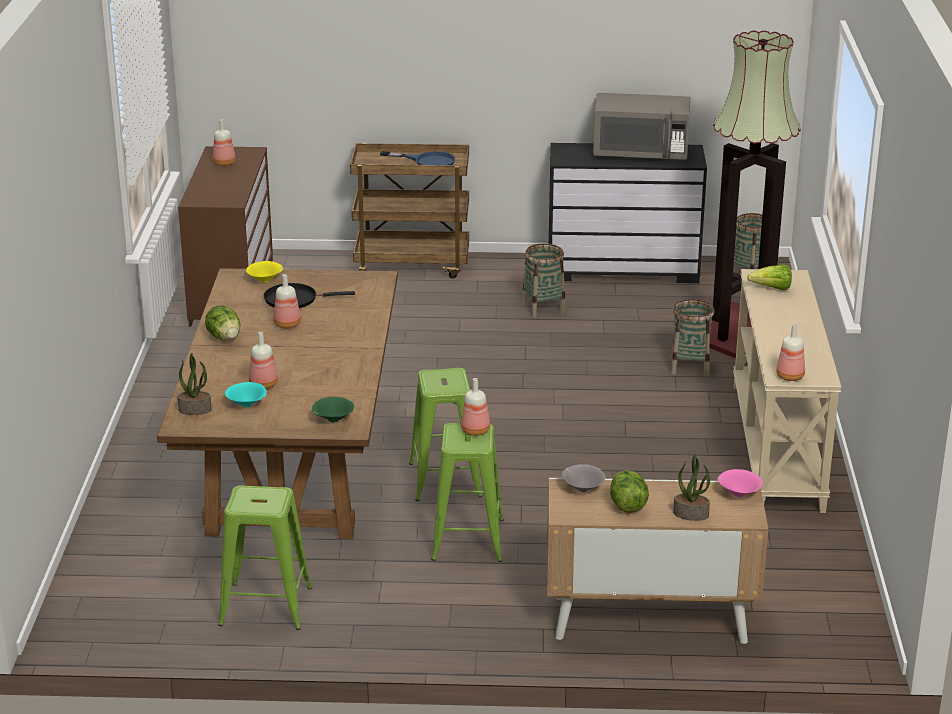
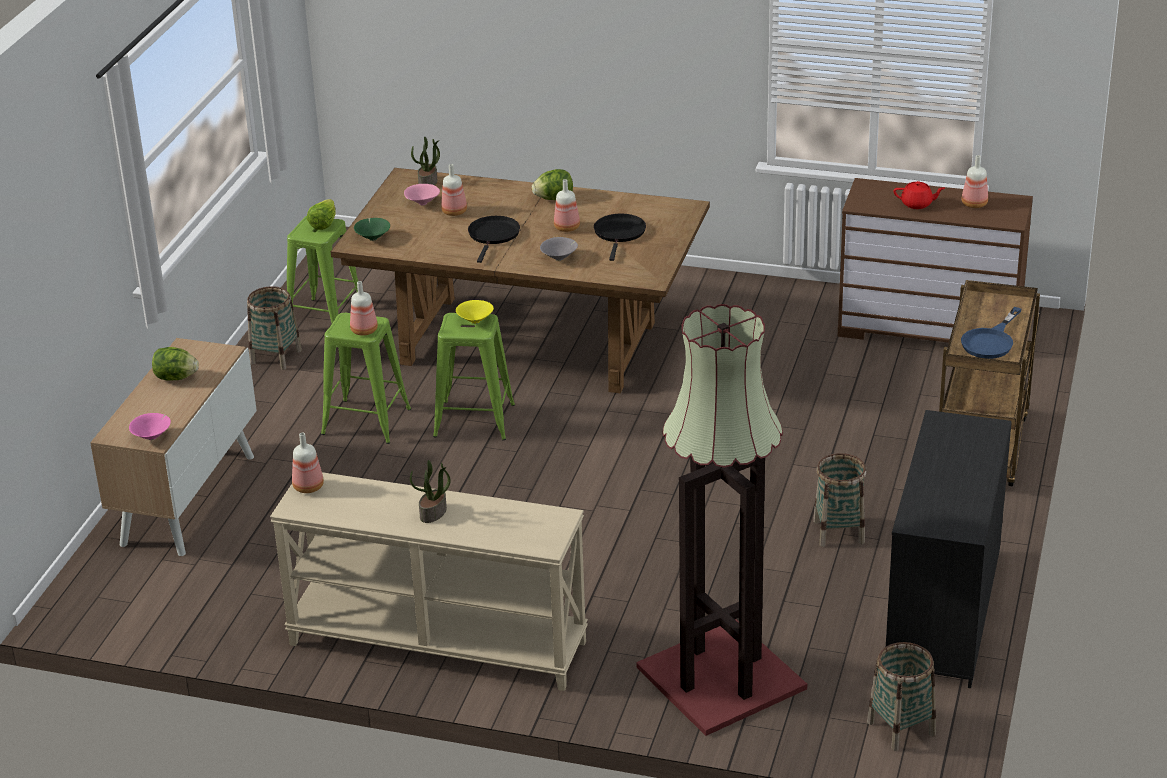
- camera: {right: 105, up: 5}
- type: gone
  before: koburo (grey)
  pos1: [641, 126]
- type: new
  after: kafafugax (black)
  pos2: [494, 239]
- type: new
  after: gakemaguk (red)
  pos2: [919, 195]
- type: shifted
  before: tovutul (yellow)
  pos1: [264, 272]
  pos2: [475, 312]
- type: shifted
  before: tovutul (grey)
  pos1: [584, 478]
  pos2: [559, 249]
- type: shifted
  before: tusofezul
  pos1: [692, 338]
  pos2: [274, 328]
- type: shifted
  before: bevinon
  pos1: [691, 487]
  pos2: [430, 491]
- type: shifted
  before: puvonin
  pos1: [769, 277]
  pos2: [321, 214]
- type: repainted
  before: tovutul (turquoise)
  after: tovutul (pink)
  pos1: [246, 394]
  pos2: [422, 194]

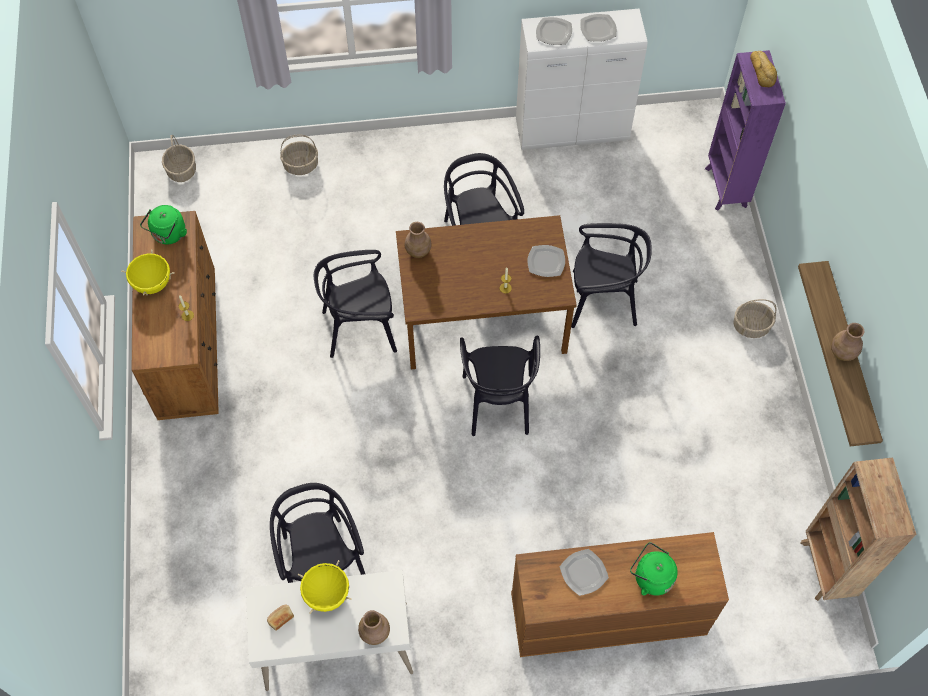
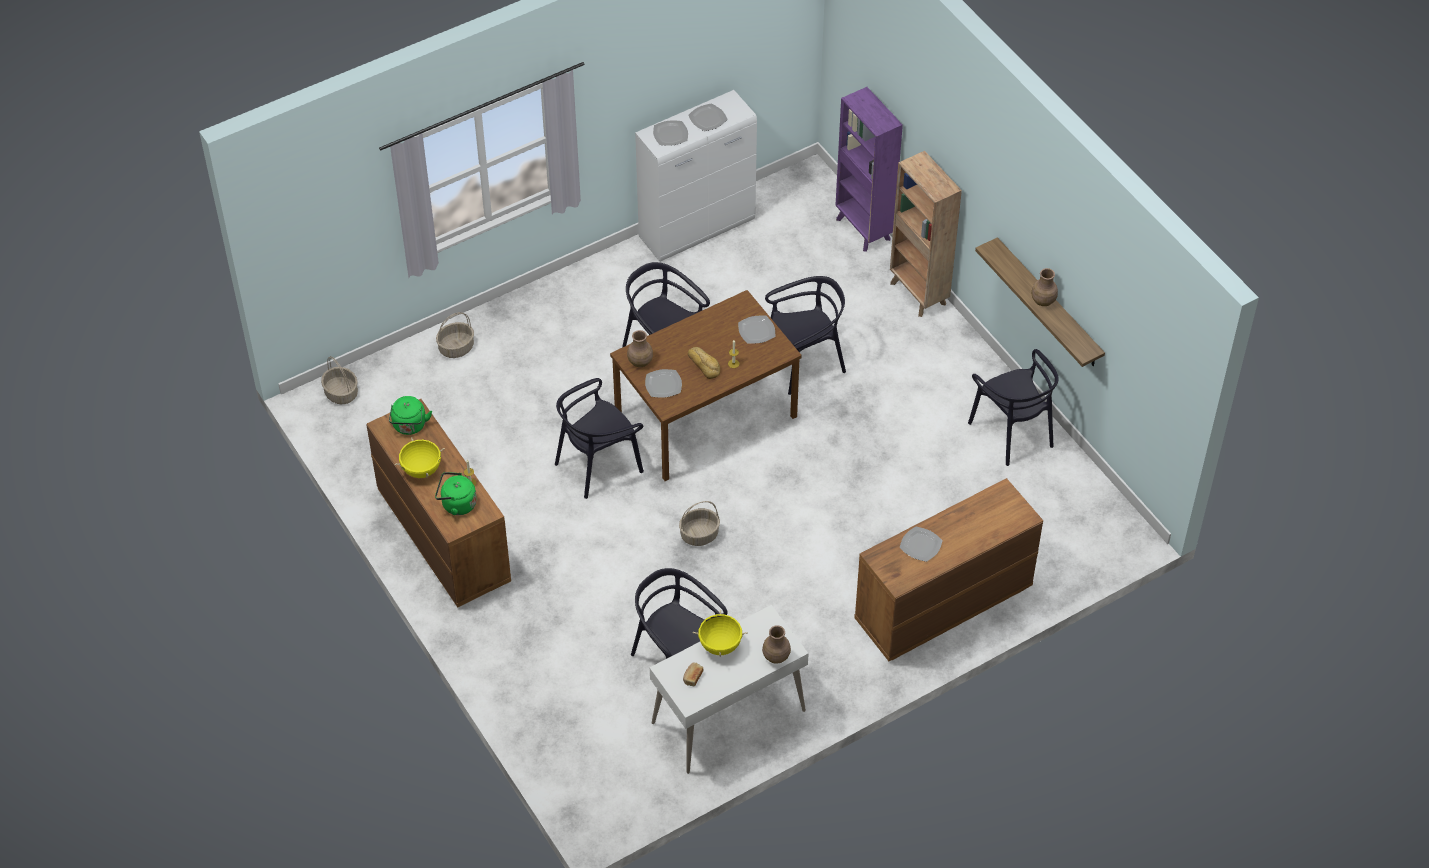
- camera: {right: -25, up: -10}
- type: new
  after: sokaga
  pos2: [663, 383]
- type: shifted
  before: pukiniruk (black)
  pos1: [500, 386]
  pos2: [1013, 407]
- type: shifted
  before: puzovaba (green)
  pos1: [654, 569]
  pos2: [456, 493]
- type: shifted
  before: tusofezul
  pos1: [754, 318]
  pos2: [699, 523]
- type: shifted
  before: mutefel
  pos1: [763, 69]
  pos2: [704, 363]
- type: shifted
  before: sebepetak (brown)
  pos1: [858, 529]
  pos2: [926, 234]

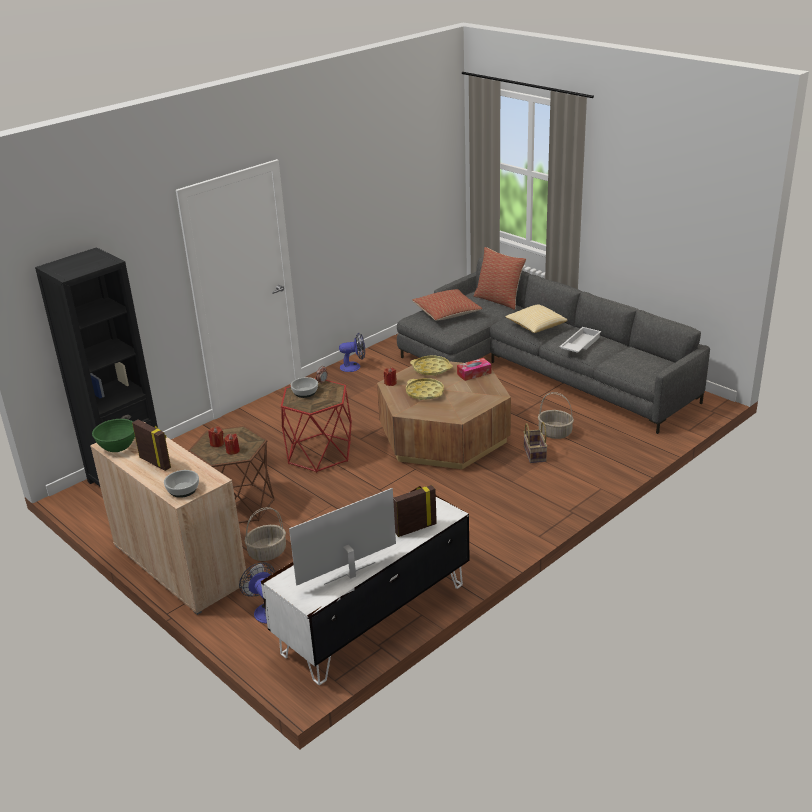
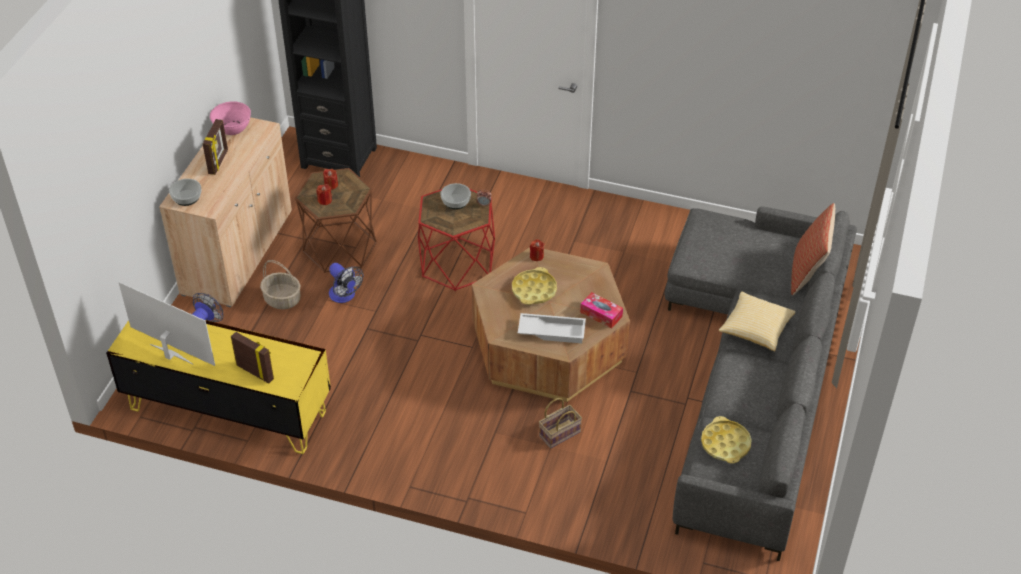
- camera: {right: 60, up: 15}
- type: gone
  before: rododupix
  pos1: [447, 305]
- type: gone
  before: tusofezul
  pos1: [556, 415]
- type: shifted
  before: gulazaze
  pos1: [352, 352]
  pos2: [346, 283]
- type: shifted
  before: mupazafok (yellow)
  pos1: [431, 365]
  pos2: [726, 439]
- type: shifted
  before: mupazafok (white)
  pos1: [580, 340]
  pos2: [552, 328]
- type: repainted
  before: tovutul (green)
  after: tovutul (pink)
  pos1: [113, 435]
  pos2: [230, 118]
- type: repainted
  before: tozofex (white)
  after: tozofex (yellow)
  pos1: [365, 585]
  pos2: [218, 387]

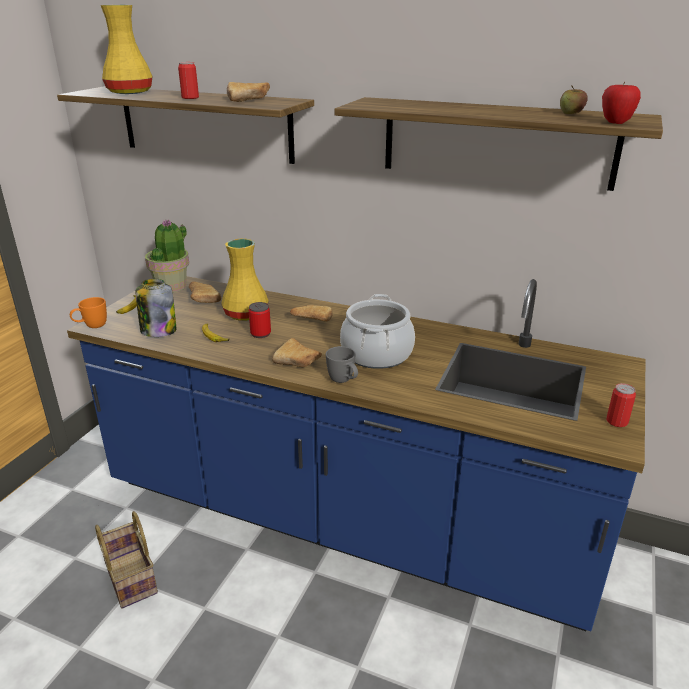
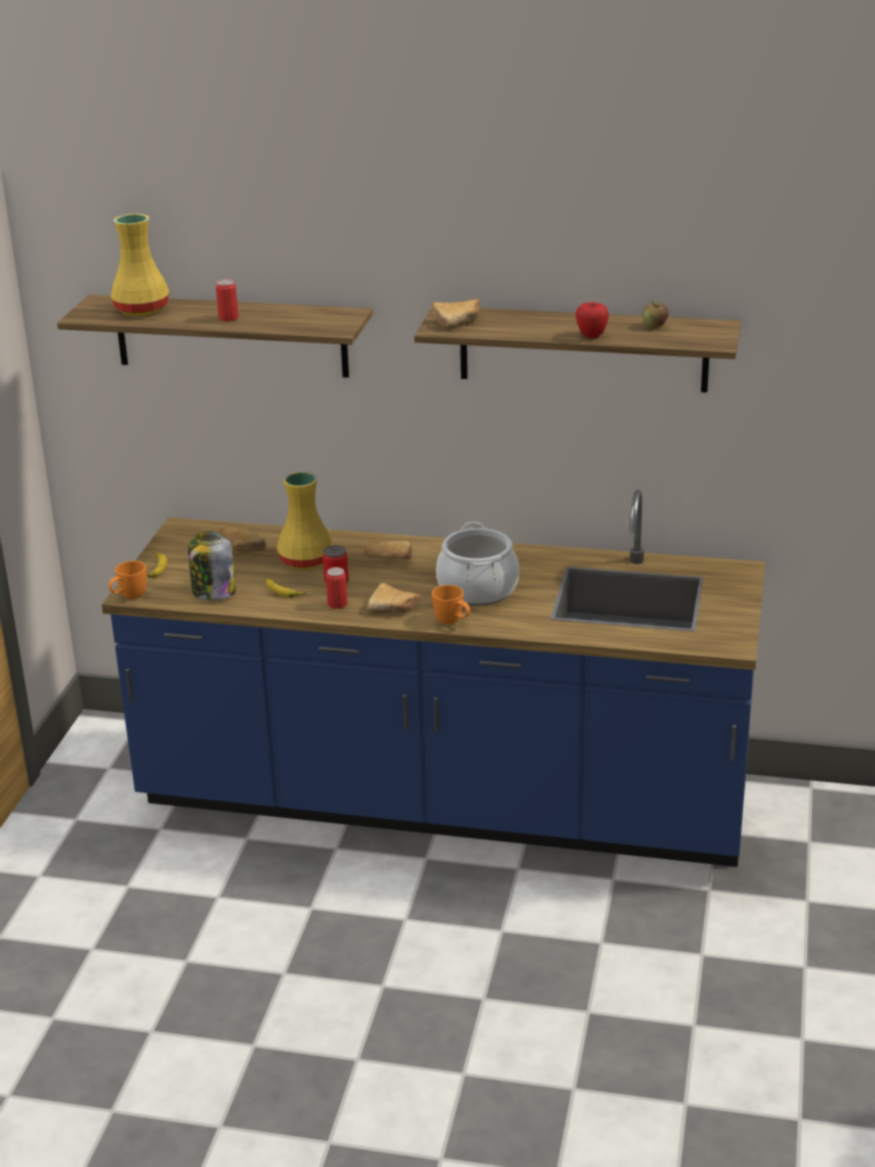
- camera: {right: -10, up: 0}
- type: gone
  before: tusofezul
  pos1: [126, 560]
- type: gone
  before: bevinon
  pos1: [167, 256]
- type: shifted
  before: mutefel
  pos1: [248, 92]
  pos2: [455, 314]
- type: shifted
  before: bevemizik
  pos1: [621, 103]
  pos2: [592, 320]
- type: shifted
  before: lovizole
  pos1: [621, 405]
  pos2: [337, 588]
- type: repainted
  before: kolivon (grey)
  after: kolivon (orange)
  pos1: [342, 364]
  pos2: [451, 604]

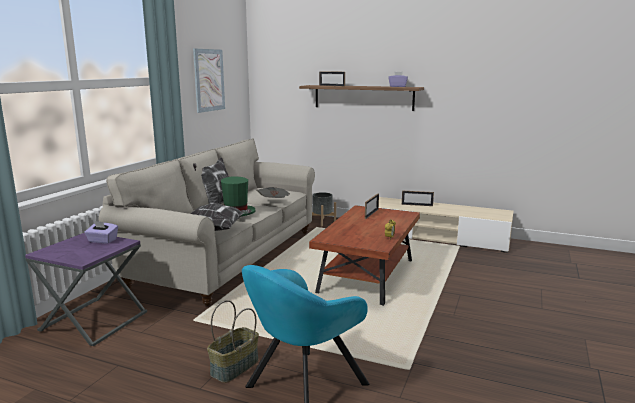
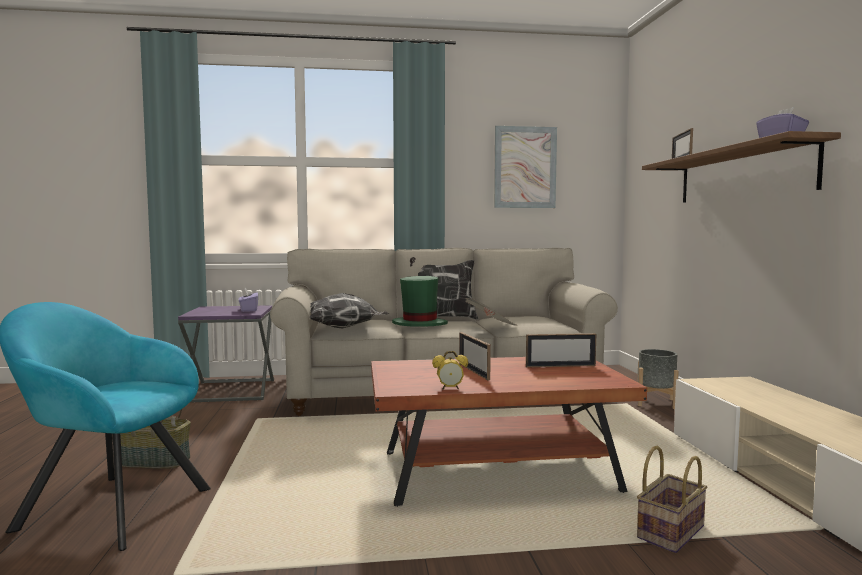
- camera: {right: 60, up: -10}
- type: new
  after: tusofezul
  pos2: [672, 499]
- type: shifted
  before: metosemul
  pos1: [418, 198]
  pos2: [475, 356]

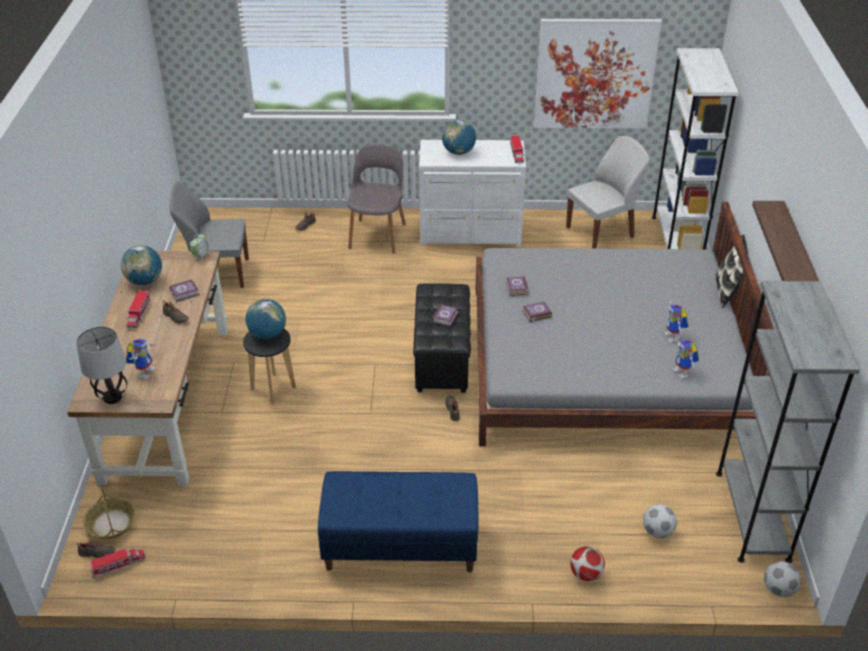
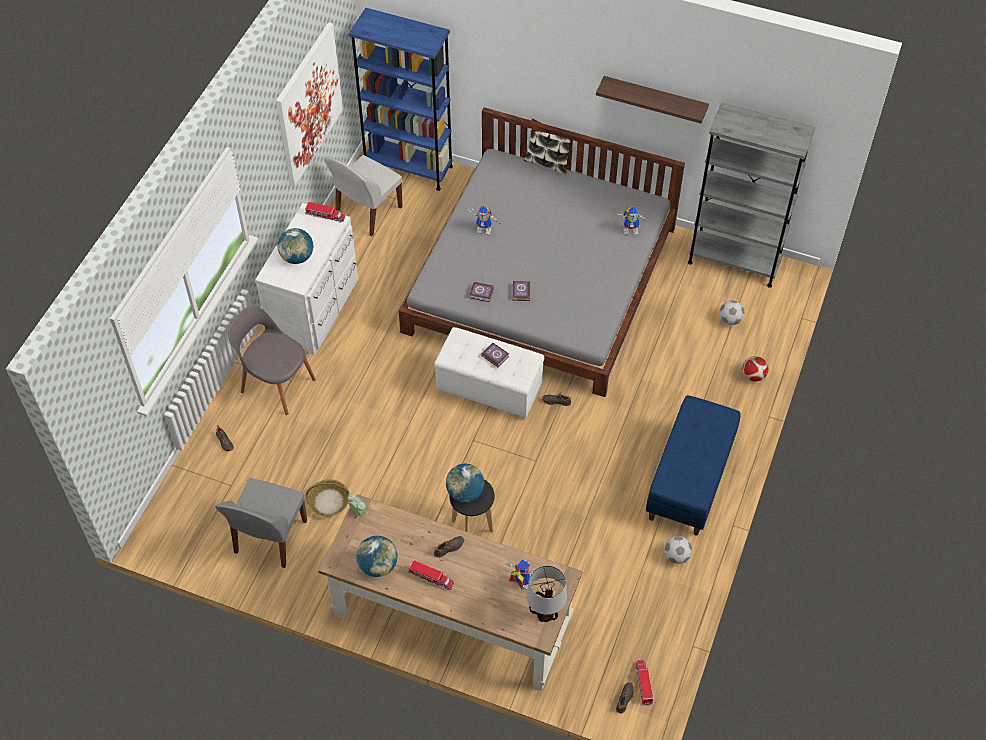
- camera: {right: -70, up: 15}
- type: gone
  before: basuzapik
  pos1: [184, 290]
- type: shifted
  before: tusofezul
  pos1: [109, 513]
  pos2: [328, 497]
- type: shifted
  before: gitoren
  pos1: [676, 321]
  pos2: [484, 220]
- type: shifted
  before: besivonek
  pos1: [782, 579]
  pos2: [678, 550]
- type: repainted
  before: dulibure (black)
  after: dulibure (white)
  pos1: [442, 338]
  pos2: [489, 373]
- type: repainted
  before: sebepetak (white)
  after: sebepetak (blue)
  pos1: [695, 149]
  pos2: [401, 99]
- type: rotated
  before: pukiniruk (white)
  pos1: [608, 192]
  pos2: [363, 195]
  turn: -135

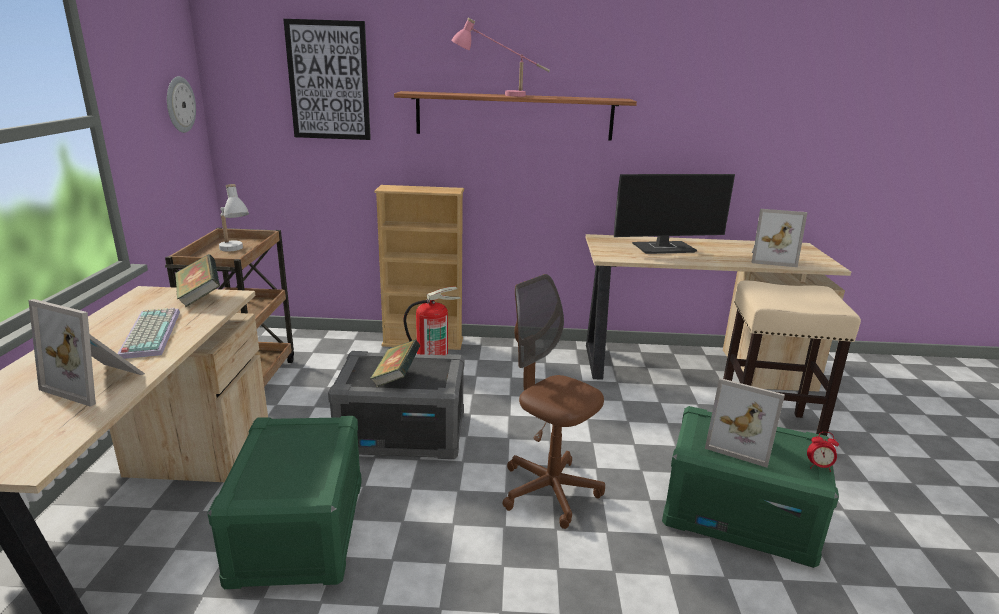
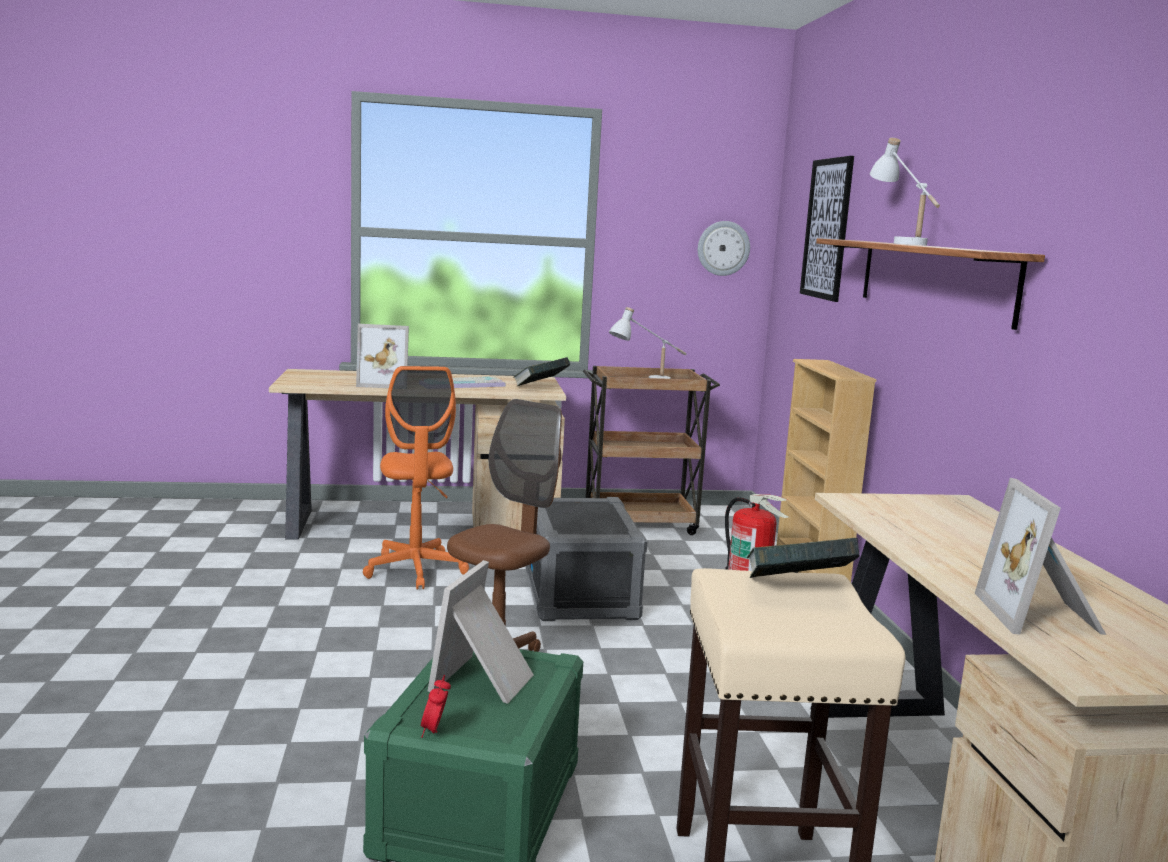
- camera: {right: 80, up: -10}
- type: gone
  before: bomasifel
  pos1: [674, 214]
- type: shifted
  before: basuzapik
  pos1: [395, 363]
  pos2: [803, 558]
- type: swapped
  before: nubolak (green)
  after: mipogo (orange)
  pos1: [285, 502]
  pos2: [416, 478]
- type: repainted
  before: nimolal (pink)
  after: nimolal (white)
  pos1: [500, 57]
  pos2: [905, 191]
- type: rotated
  before: metosemul
  pos1: [86, 353]
  pos2: [382, 356]
  turn: -105

